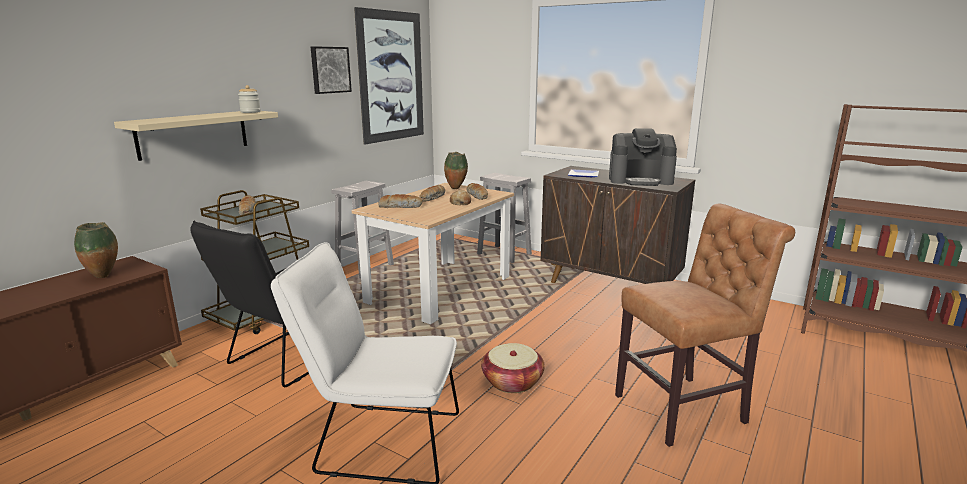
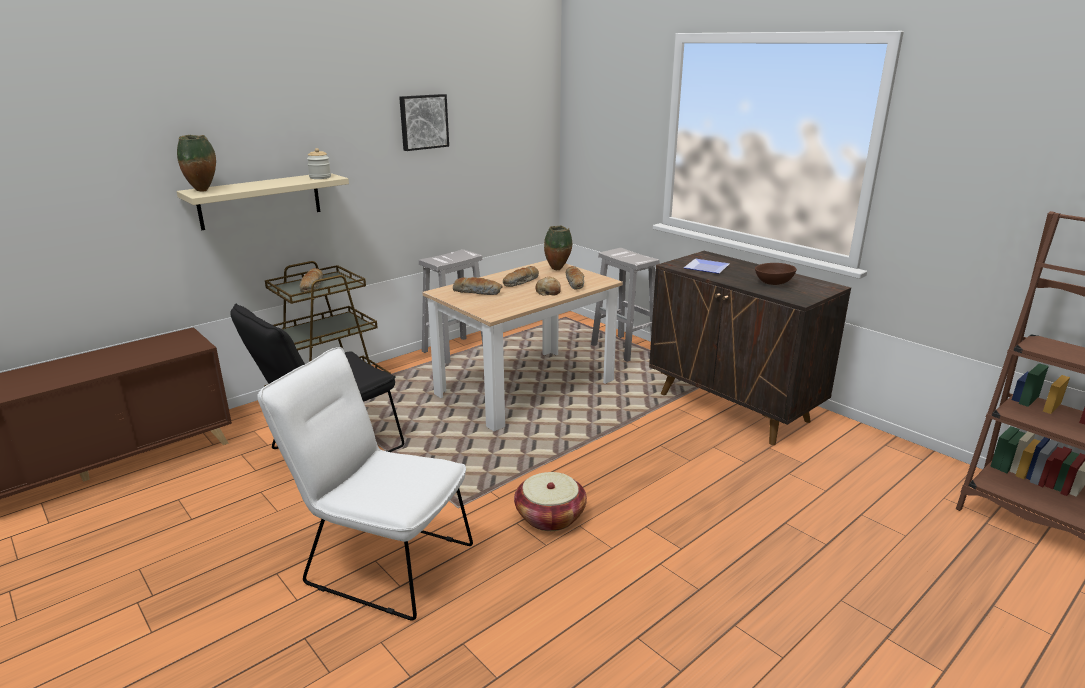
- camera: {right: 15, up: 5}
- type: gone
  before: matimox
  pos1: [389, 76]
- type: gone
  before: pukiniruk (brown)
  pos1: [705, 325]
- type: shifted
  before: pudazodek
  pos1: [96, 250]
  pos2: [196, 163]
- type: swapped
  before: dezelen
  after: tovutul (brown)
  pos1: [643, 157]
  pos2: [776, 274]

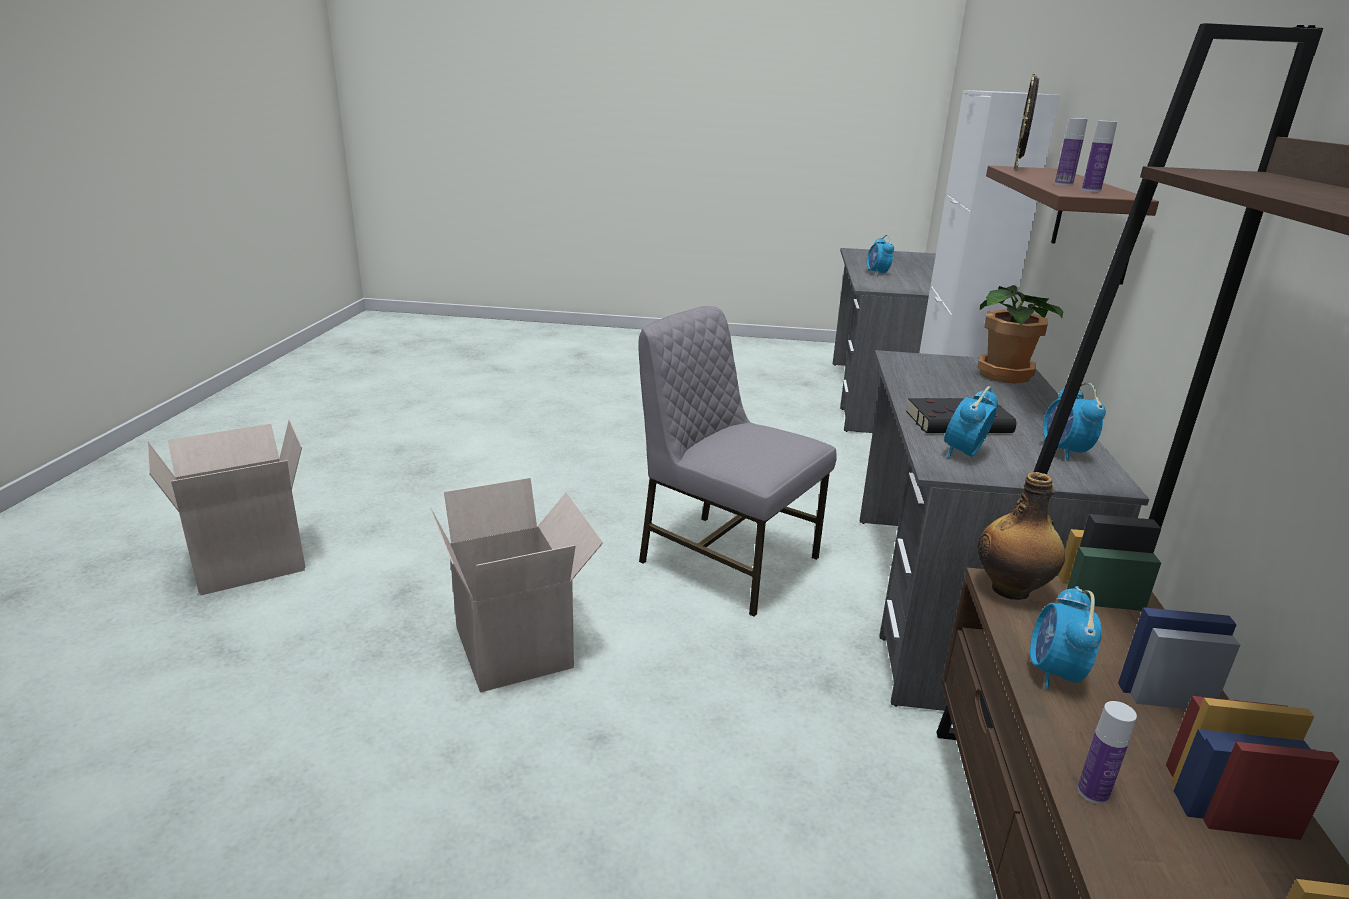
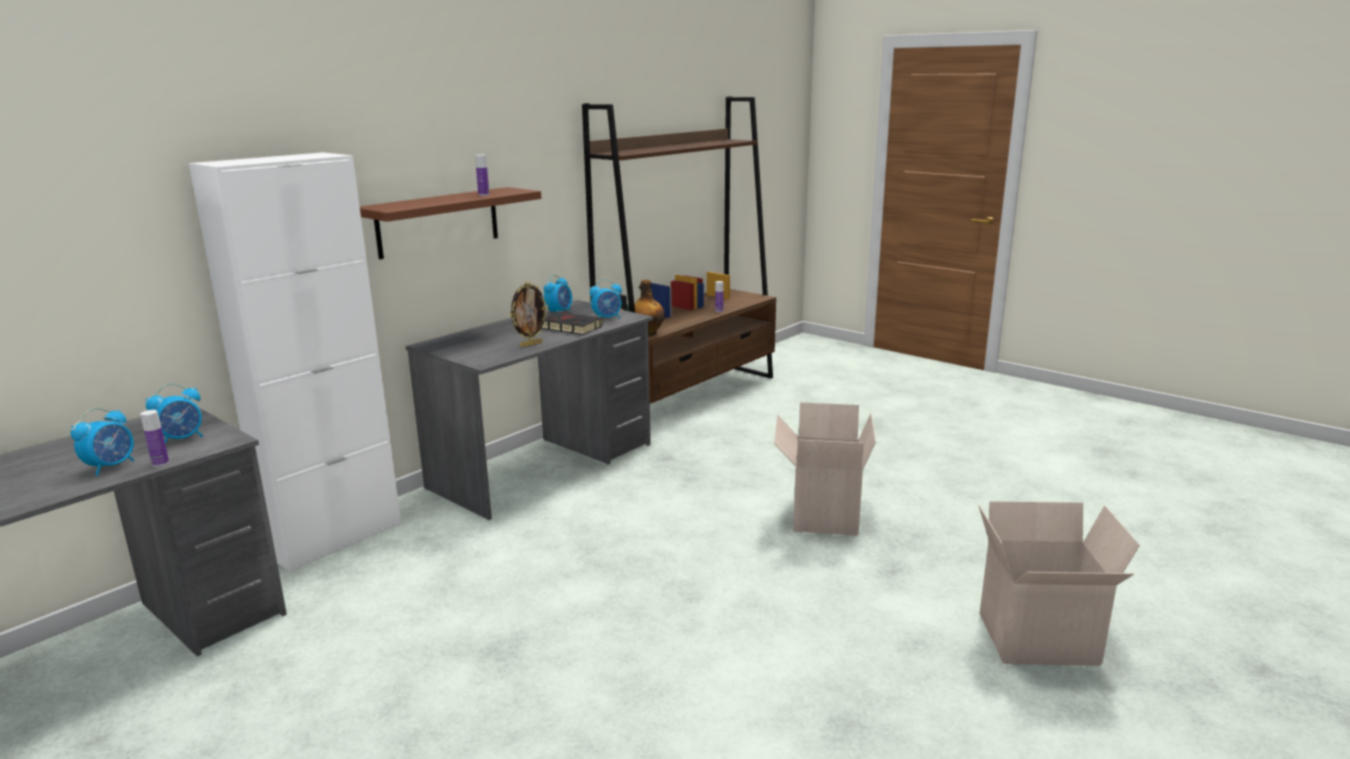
- camera: {right: -145, up: -5}
- type: gone
  before: pukiniruk (grey)
  pos1: [737, 461]
- type: gone
  before: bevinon
  pos1: [1020, 334]
- type: shifted
  before: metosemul
  pos1: [1026, 121]
  pos2: [529, 314]
- type: shifted
  before: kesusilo
  pos1: [1065, 638]
  pos2: [174, 414]
- type: shifted
  before: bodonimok
  pos1: [1099, 156]
  pos2: [154, 438]

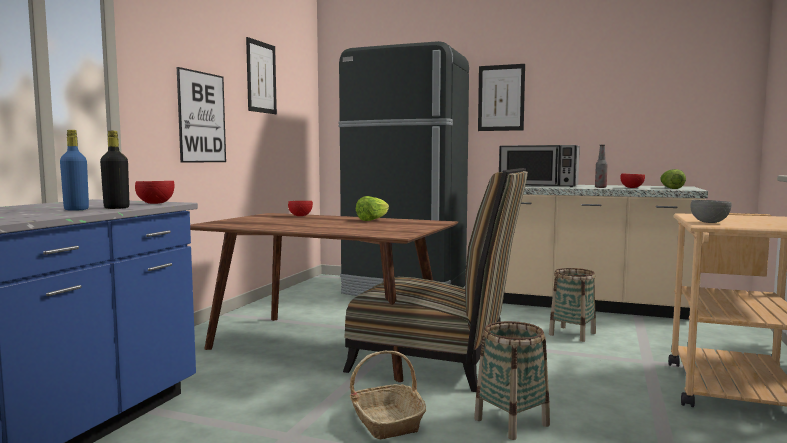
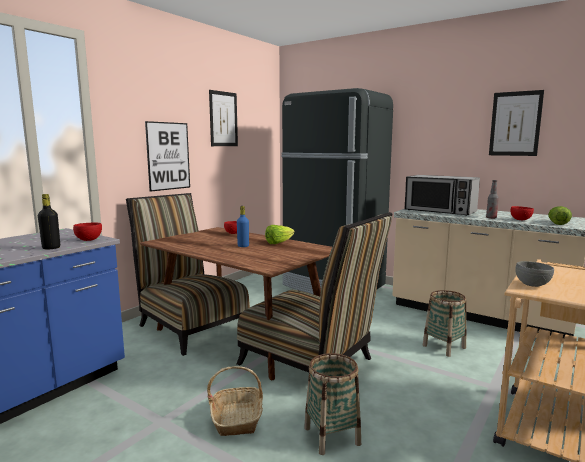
- camera: {right: 15, up: 5}
- type: new
  after: pukiniruk
  pos2: [188, 274]
- type: shifted
  before: bodonimok (blue)
  pos1: [74, 170]
  pos2: [243, 226]
- type: shifted
  before: matimox
  pos1: [501, 97]
  pos2: [516, 123]

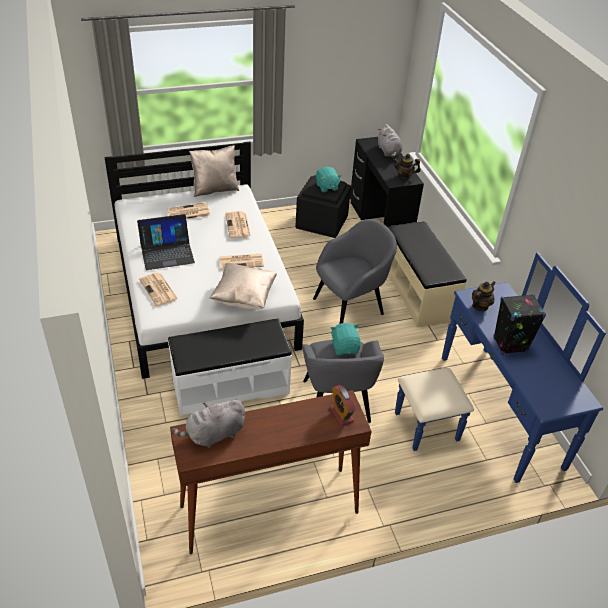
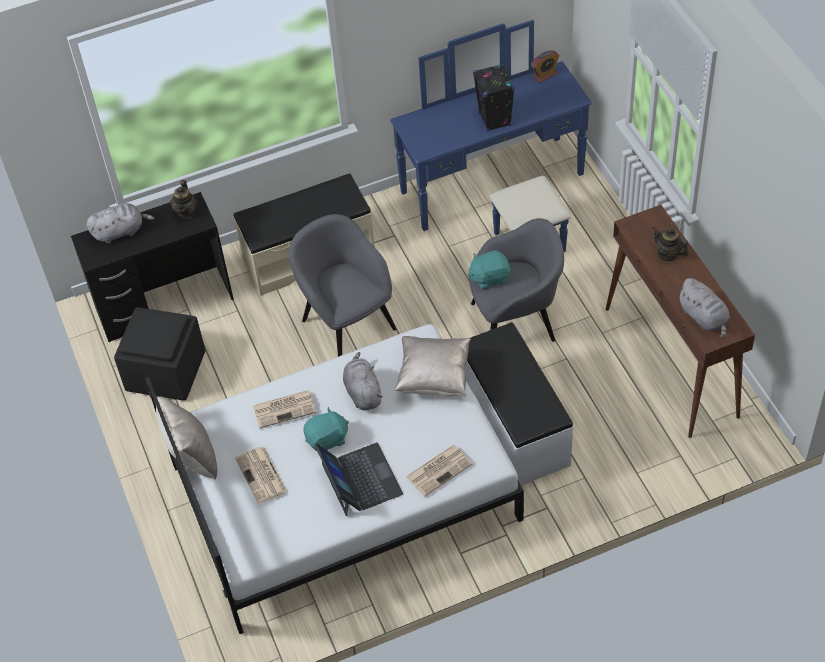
- camera: {right: -90, up: 10}
- type: shifted
  before: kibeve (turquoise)
  pos1: [329, 179]
  pos2: [326, 429]
- type: shifted
  before: kesusilo
  pos1: [343, 405]
  pos2: [545, 66]
- type: shifted
  before: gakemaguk
  pos1: [484, 296]
  pos2: [670, 244]
- type: swapped
  before: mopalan
  after: kibeve (grey)
  pos1: [241, 262]
  pos2: [362, 381]

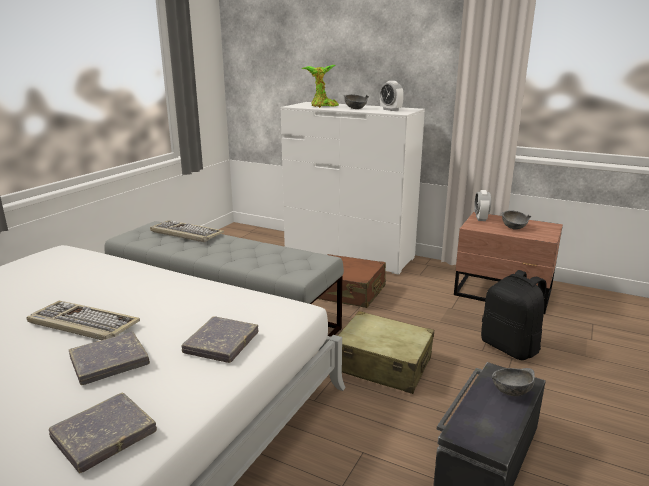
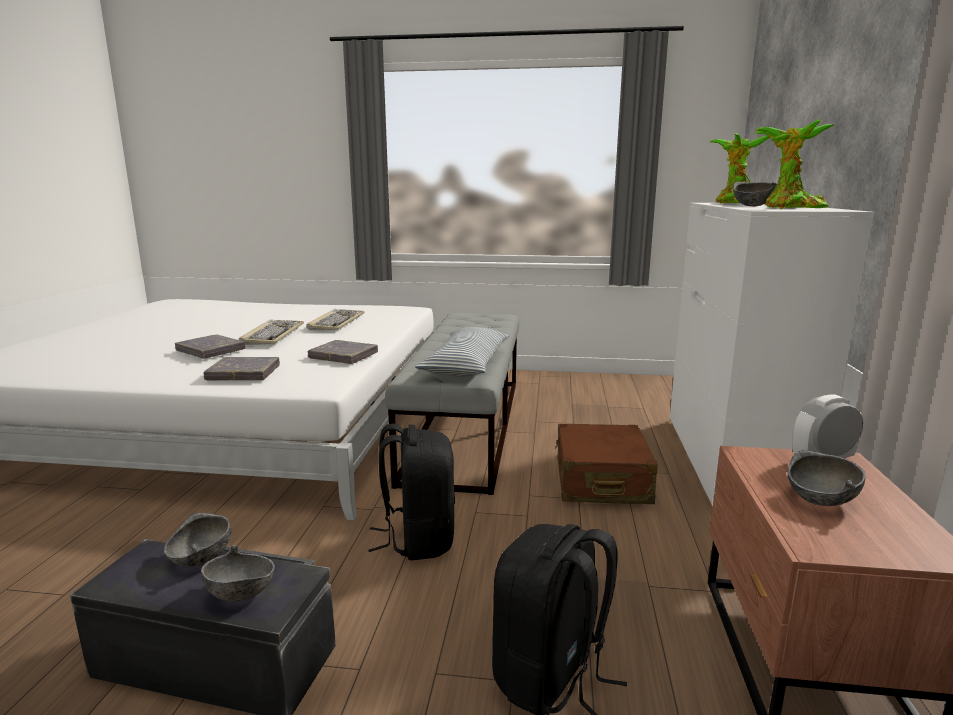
- camera: {right: 70, up: -5}
- type: new
  after: tovutul (grey)
  pos2: [197, 540]
- type: new
  after: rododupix
  pos2: [462, 352]
- type: shifted
  before: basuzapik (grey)
  pos1: [103, 432]
  pos2: [343, 352]
- type: shifted
  before: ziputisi
  pos1: [187, 231]
  pos2: [336, 319]
- type: swapped
  before: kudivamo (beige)
  after: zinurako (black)
  pos1: [386, 352]
  pos2: [411, 492]
- type: swapped
  before: kesusilo
  after: bevinon
  pos1: [392, 96]
  pos2: [794, 164]

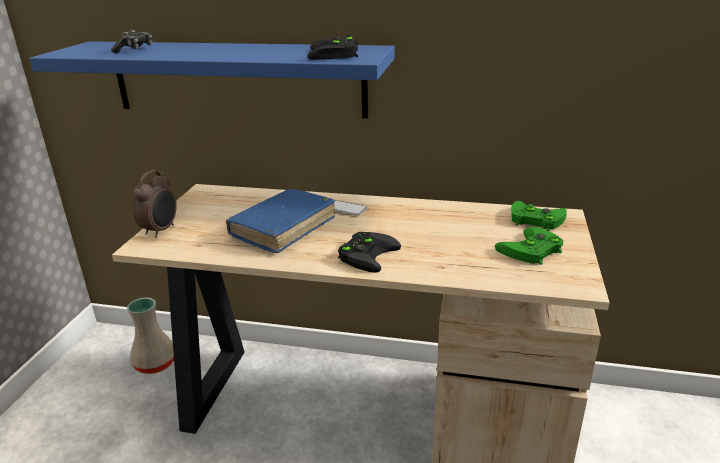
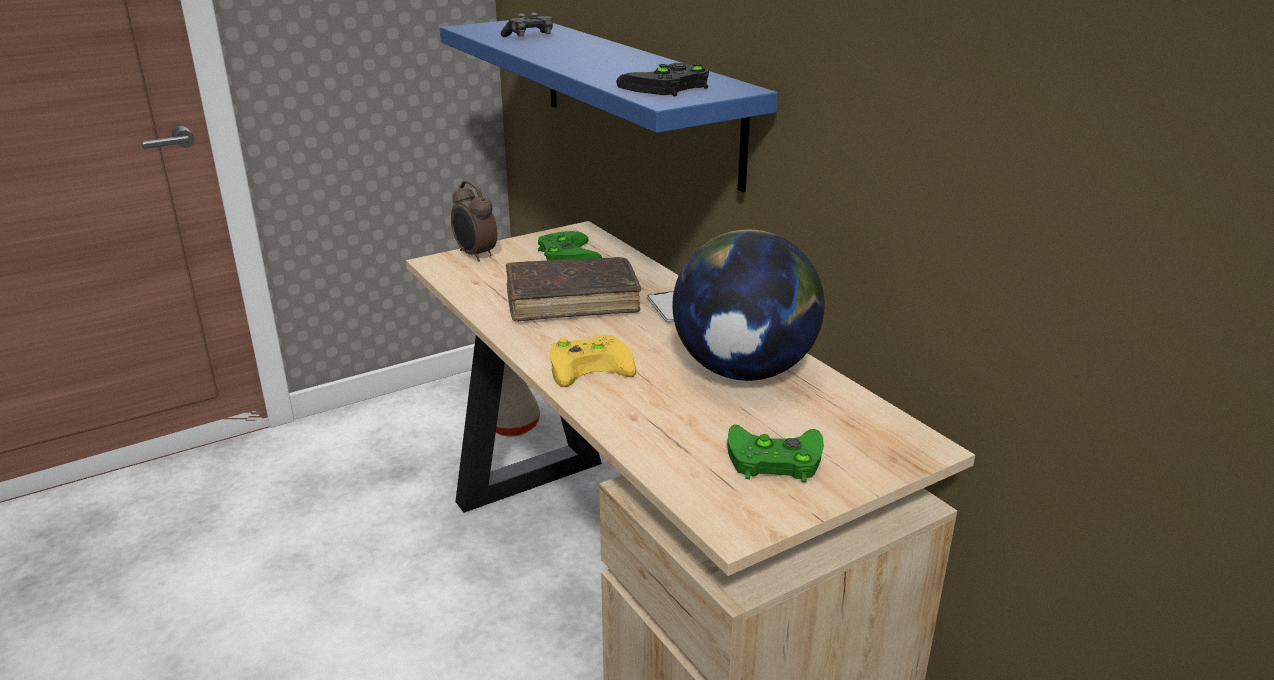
- camera: {right: 45, up: 0}
- type: new
  after: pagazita
  pos2: [748, 305]
- type: shifted
  before: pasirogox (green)
  pos1: [539, 216]
  pos2: [570, 245]
- type: repainted
  before: basuzapik (blue)
  after: basuzapik (brown)
  pos1: [280, 221]
  pos2: [573, 289]
- type: repainted
  before: pasirogox (black)
  after: pasirogox (yellow)
  pos1: [369, 252]
  pos2: [593, 361]
- type: rotated
  before: kesusilo
  pos1: [155, 204]
  pos2: [474, 221]
  turn: 75

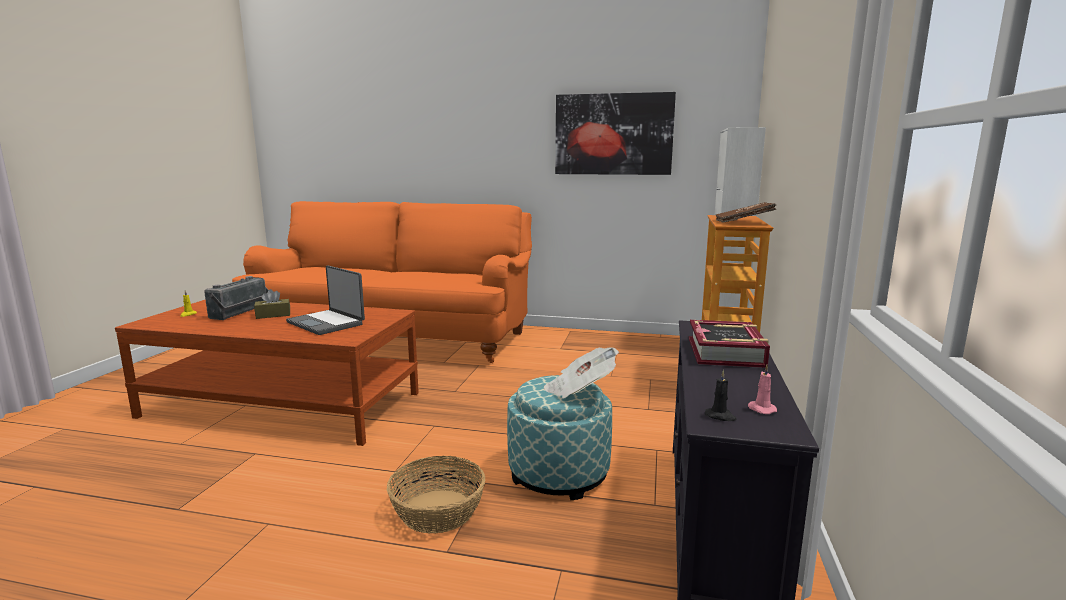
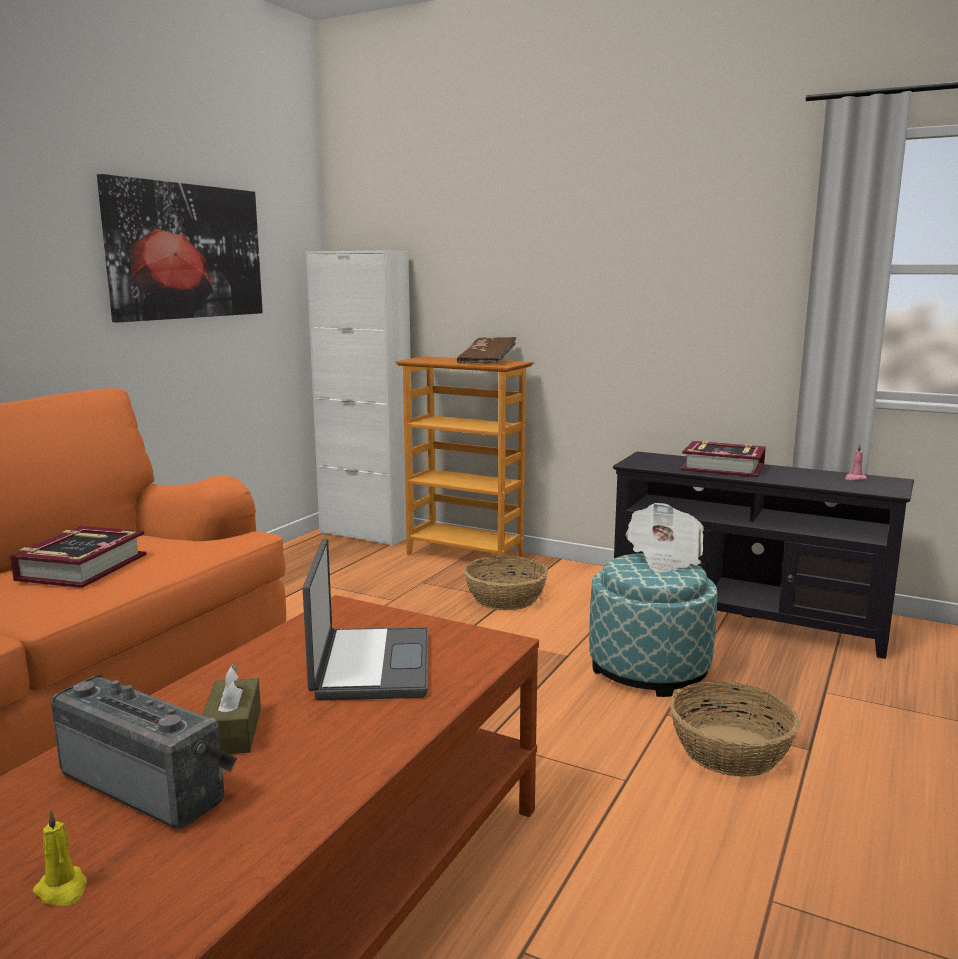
- camera: {right: -75, up: 0}
- type: gone
  before: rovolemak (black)
  pos1: [721, 395]
- type: new
  after: basuzapik
  pos2: [78, 557]
- type: new
  after: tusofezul
  pos2: [506, 582]
- type: rotated
  before: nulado
  pos1: [325, 300]
  pos2: [365, 620]
  turn: -60

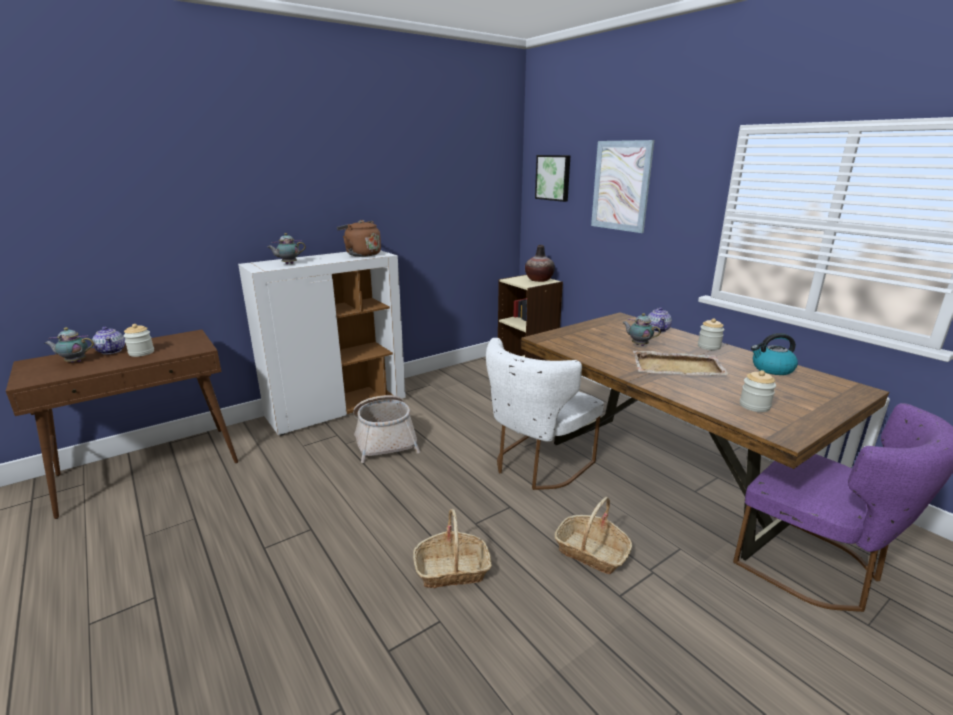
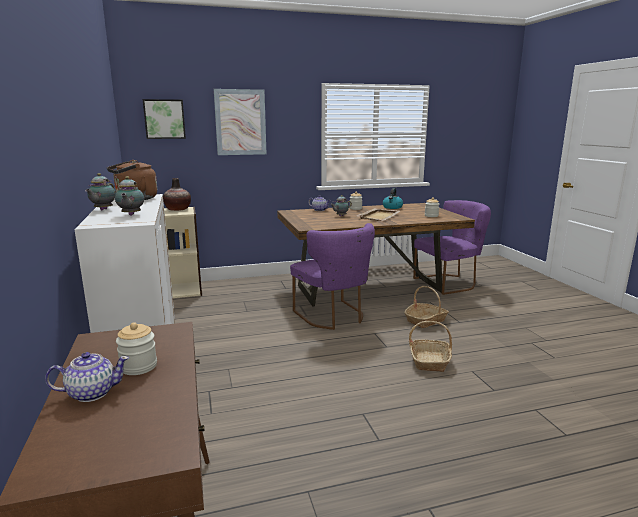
- camera: {right: -70, up: -5}
- type: gone
  before: tusofezul
  pos1: [386, 429]
- type: shifted
  before: gakemaguk
  pos1: [69, 344]
  pos2: [100, 191]
- type: repainted
  before: pukiniruk (white)
  after: pukiniruk (purple)
  pos1: [545, 414]
  pos2: [332, 276]

